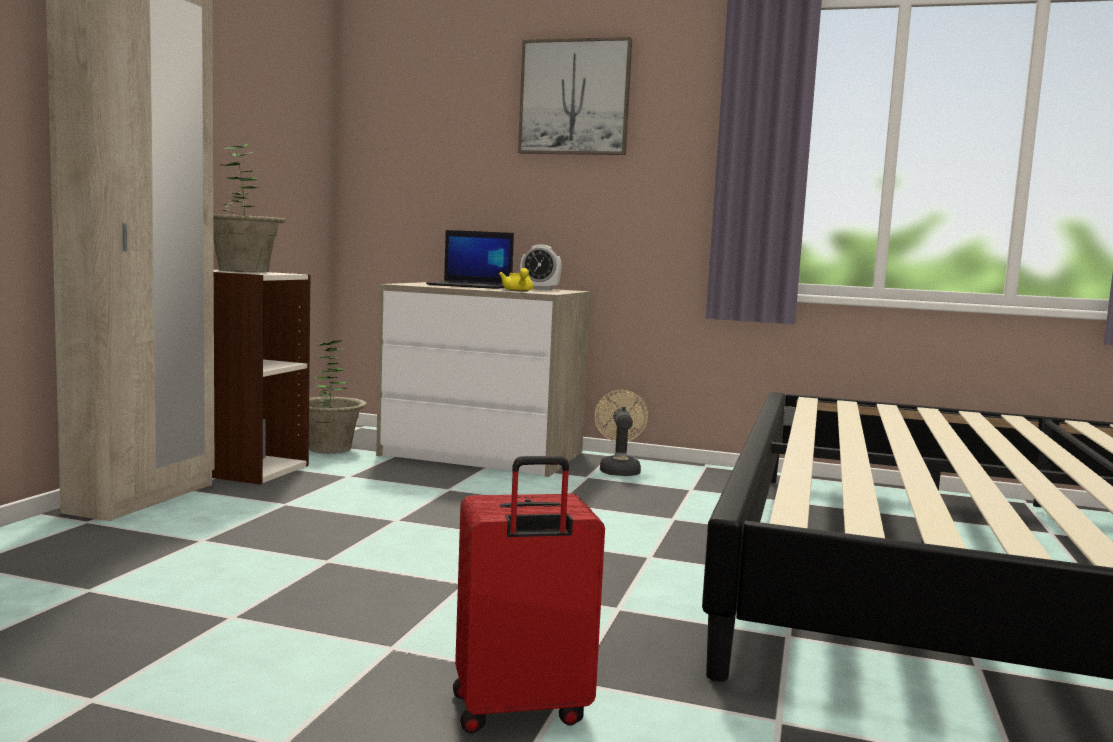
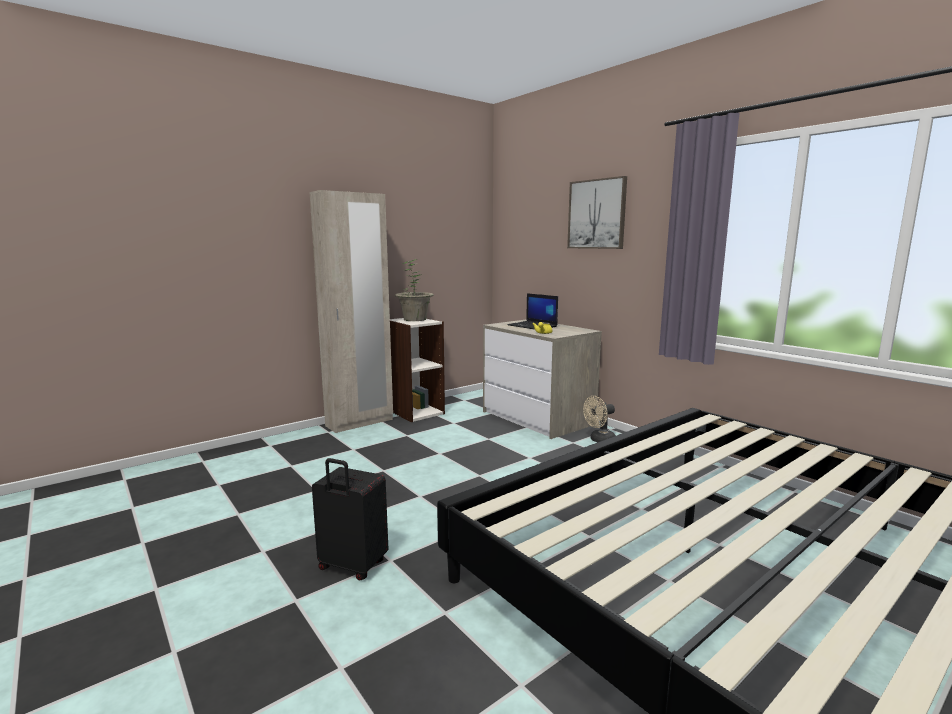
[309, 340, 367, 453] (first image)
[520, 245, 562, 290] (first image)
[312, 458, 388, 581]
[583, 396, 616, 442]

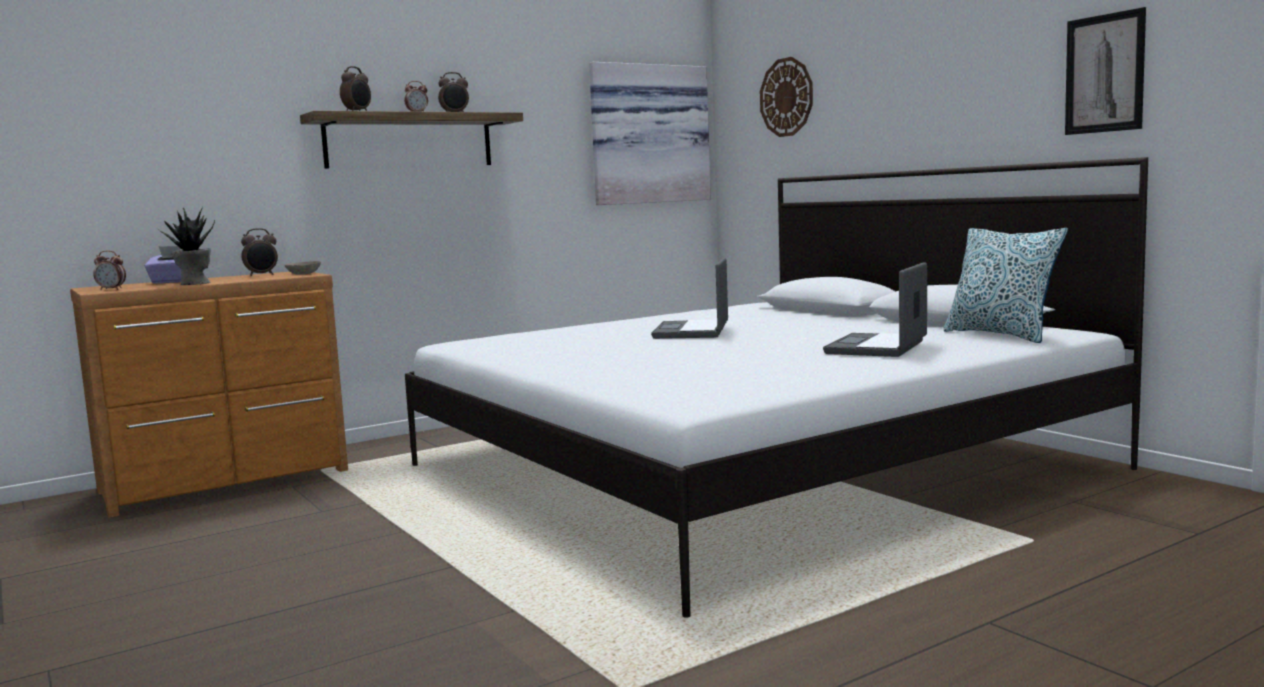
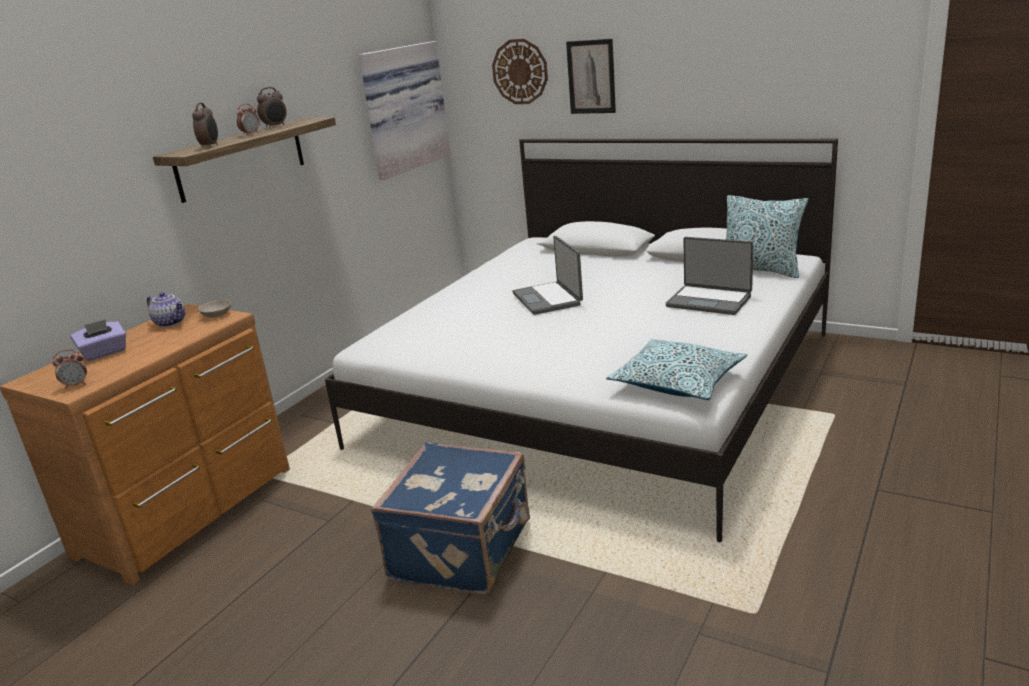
[158, 207, 215, 285] (first image)
[371, 442, 530, 595]
[606, 339, 747, 400]
[566, 39, 616, 114]
[147, 292, 185, 327]
[666, 237, 753, 315]

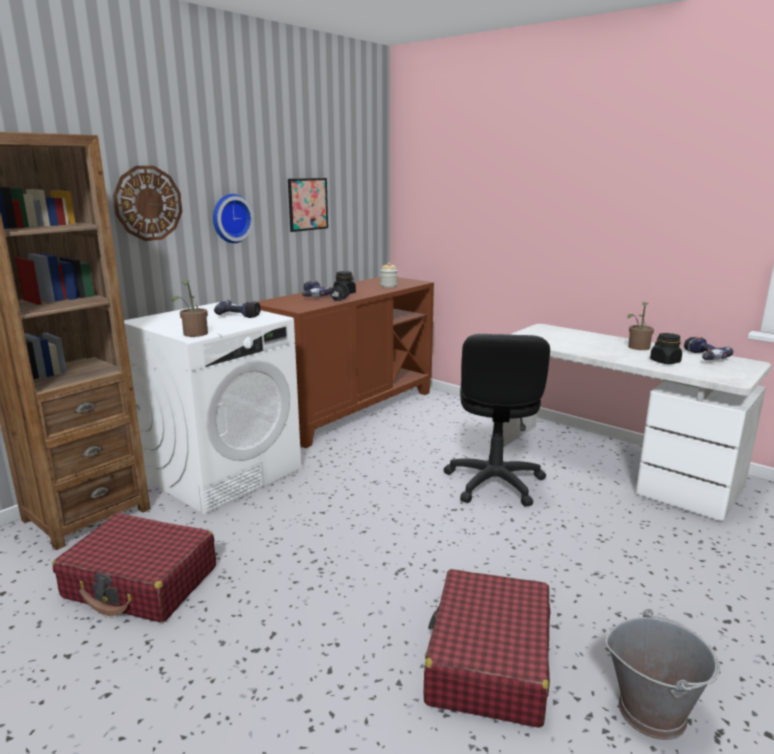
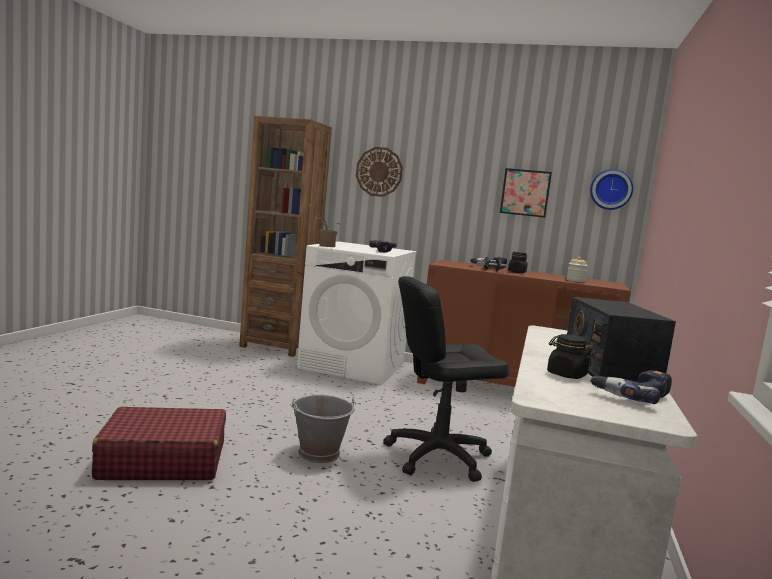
[53, 513, 216, 623] (first image)
[590, 169, 633, 210]
[291, 395, 356, 463]
[567, 297, 676, 382]

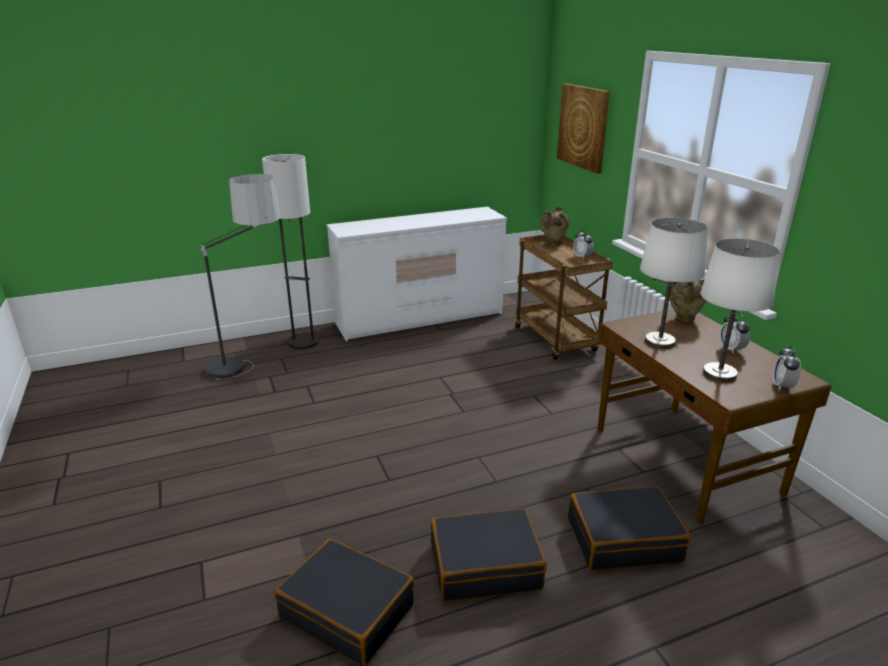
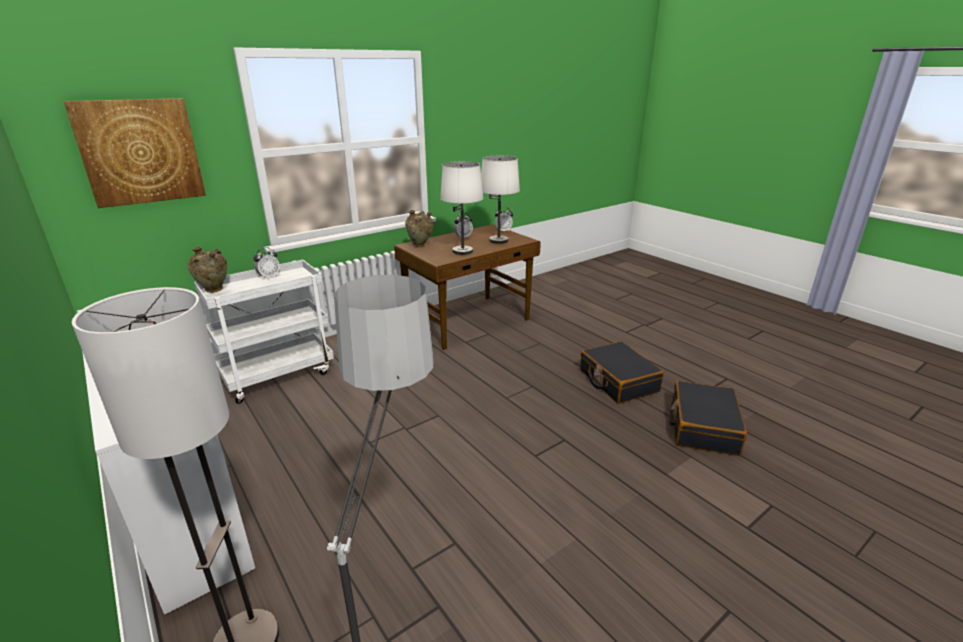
[568, 486, 691, 571] (first image)
[194, 260, 334, 404]

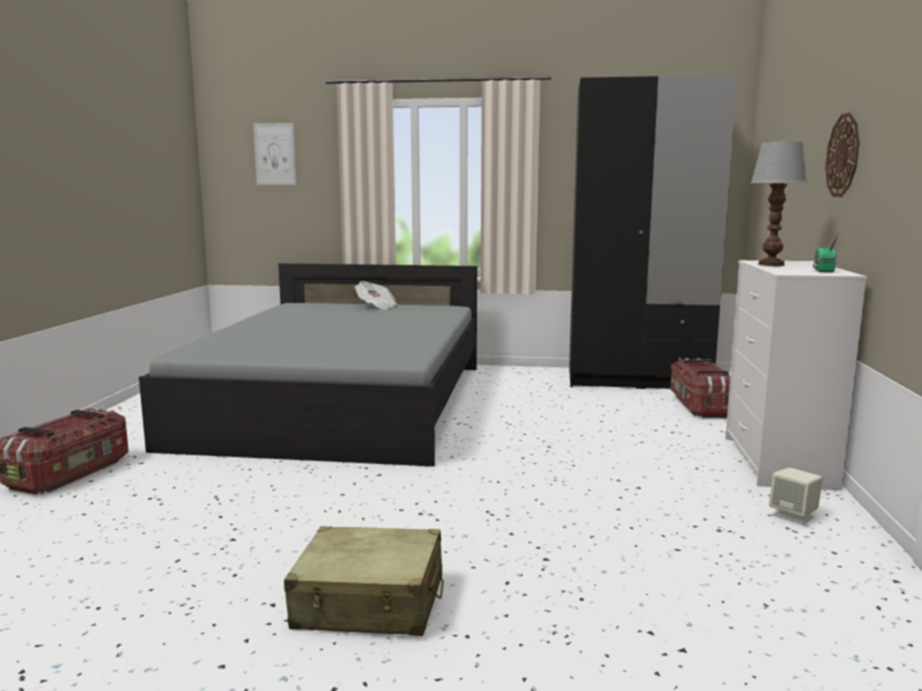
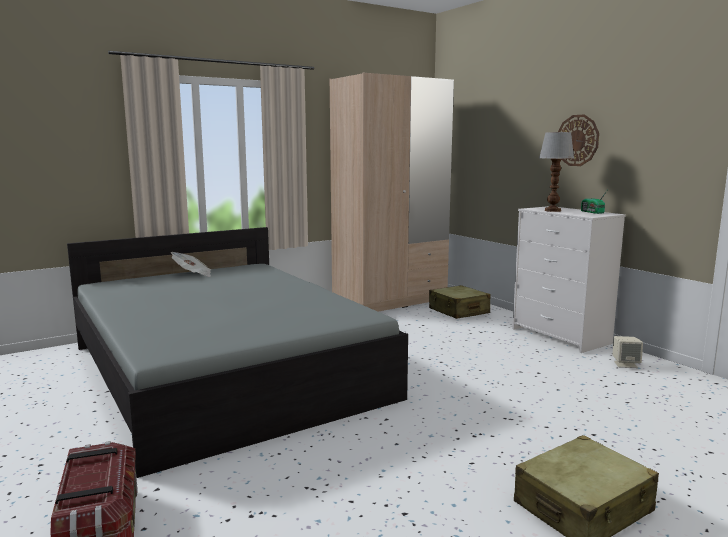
[253, 123, 296, 185] (first image)
[429, 285, 491, 319]
[330, 73, 454, 312]

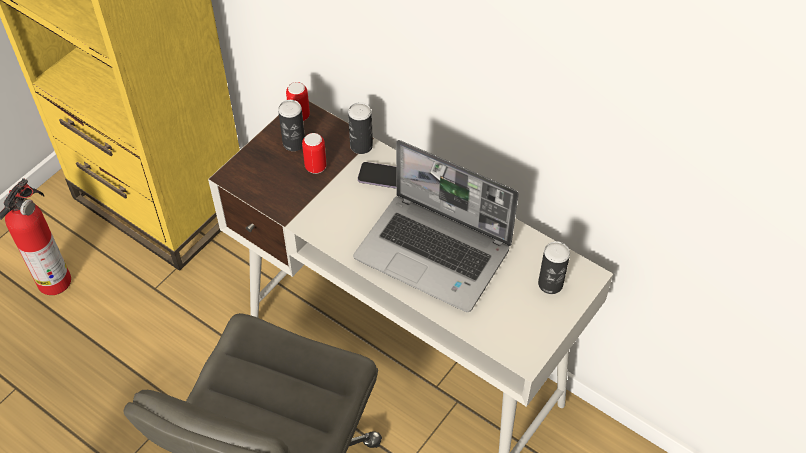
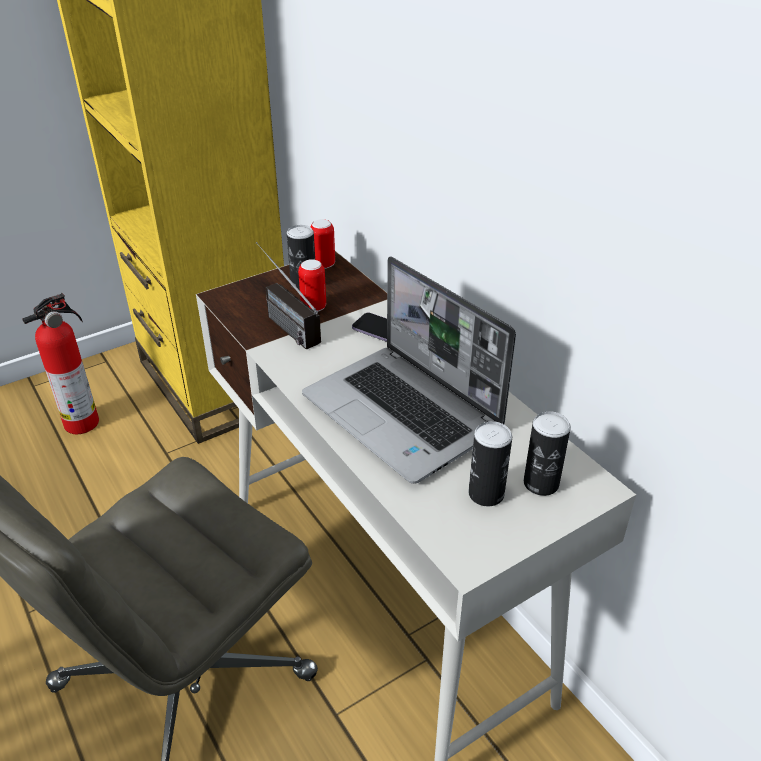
[256, 242, 321, 350]
[468, 421, 512, 506]

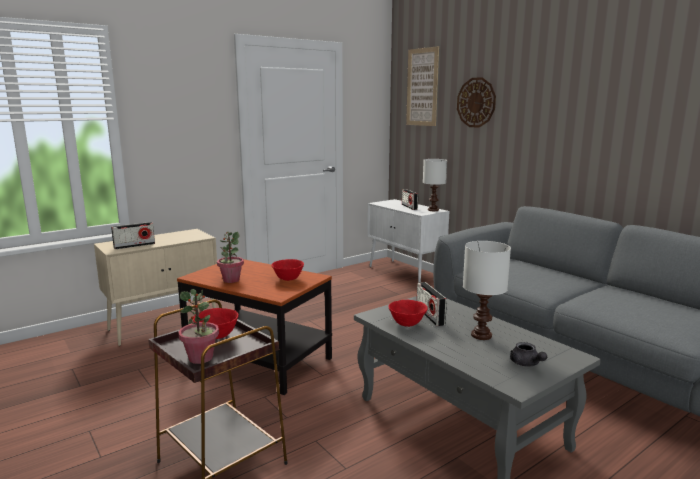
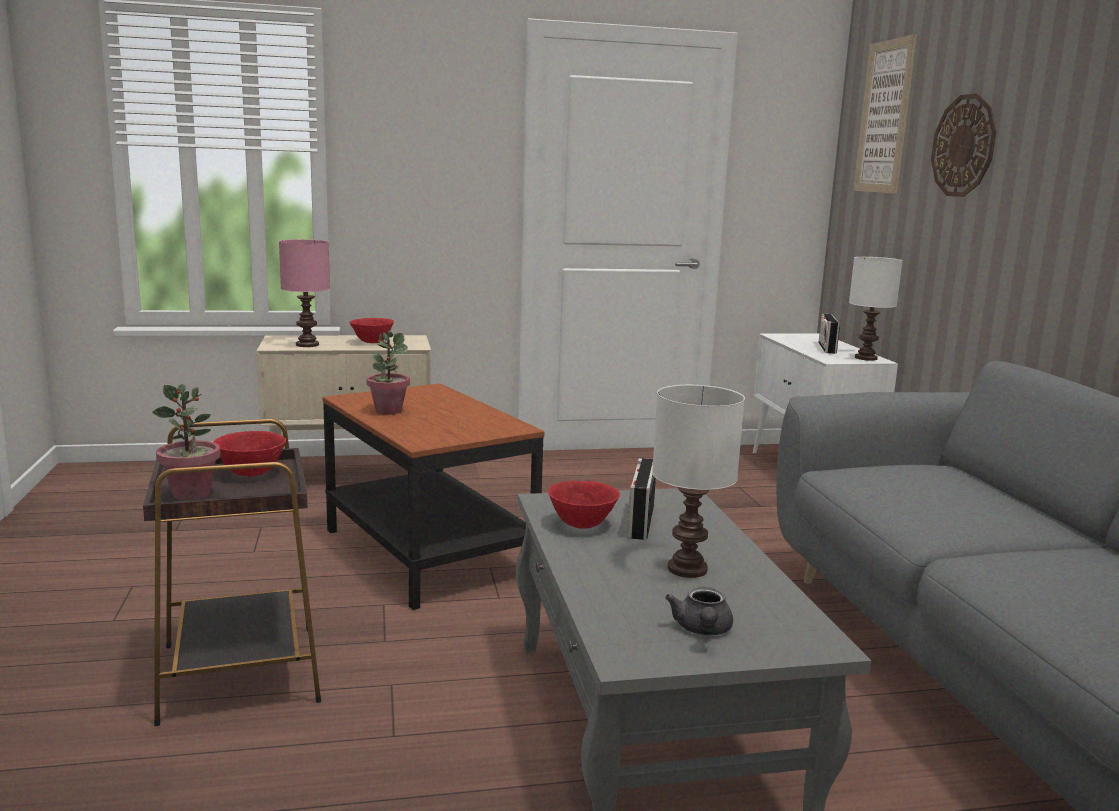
[350, 318, 394, 343]
[279, 239, 330, 347]

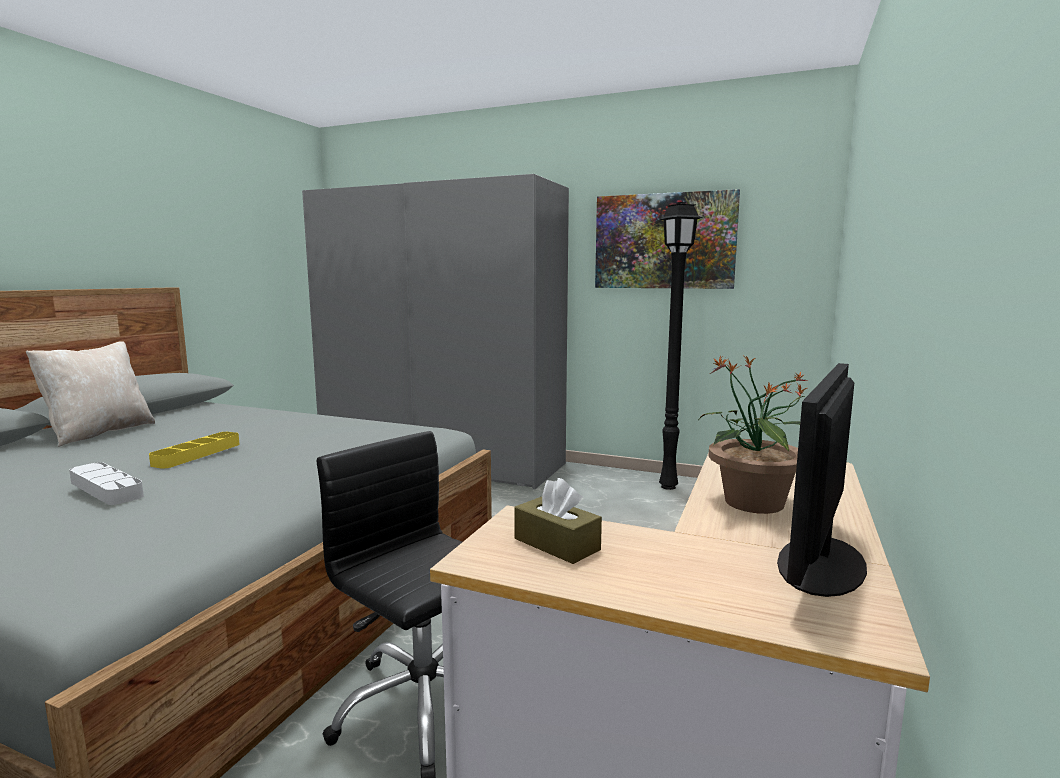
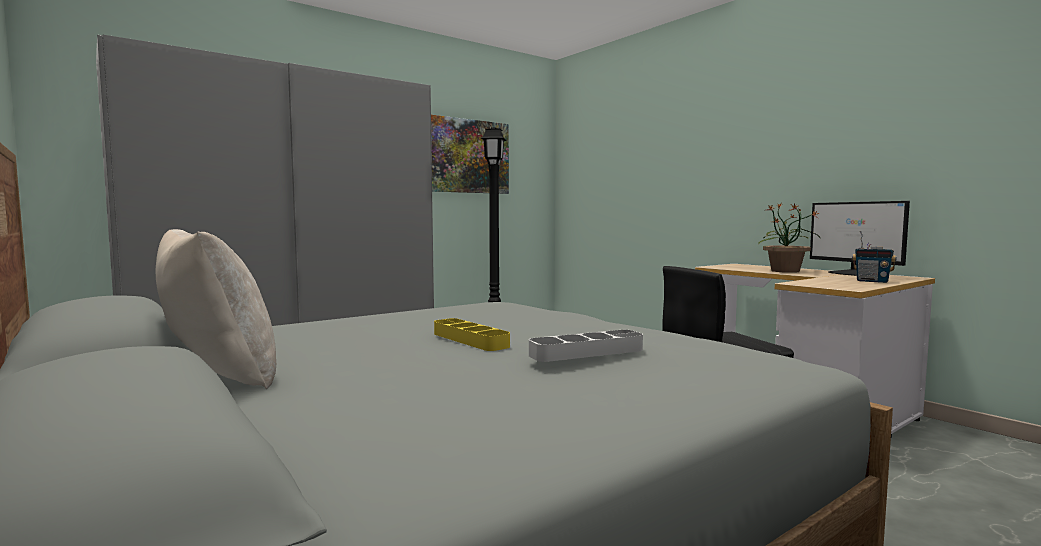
[514, 478, 602, 564] (first image)
[852, 231, 897, 283]

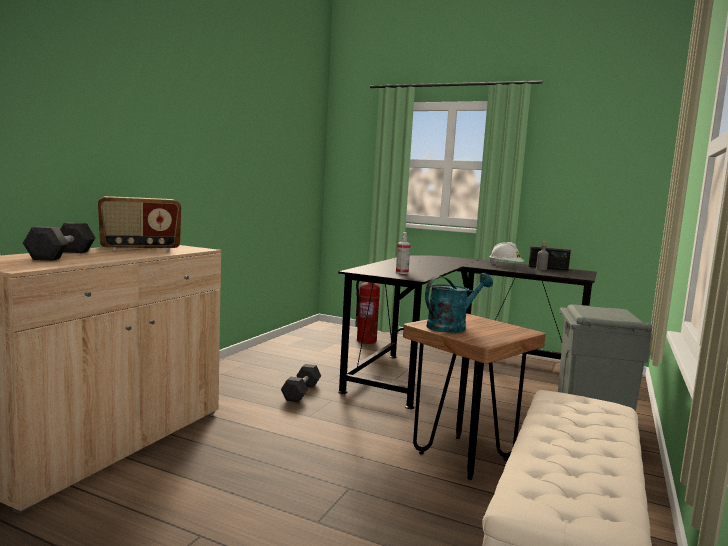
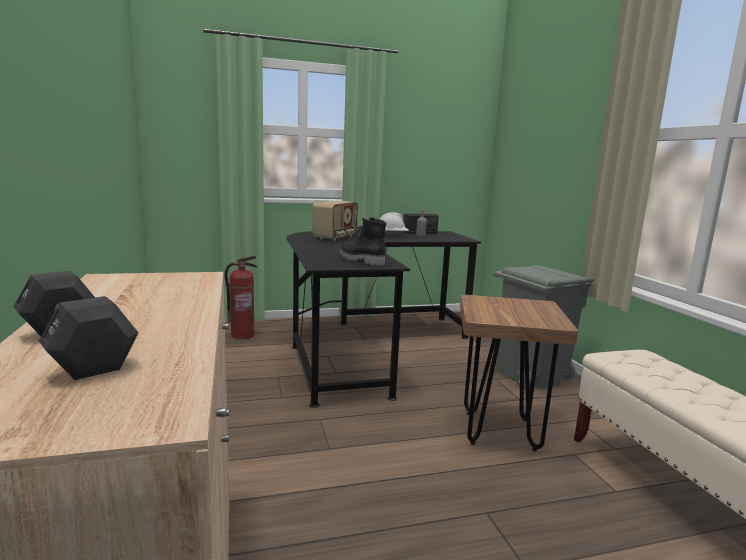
[281, 364, 321, 402] (first image)
[425, 273, 493, 333] (first image)
[312, 201, 358, 241]
[340, 217, 386, 266]

